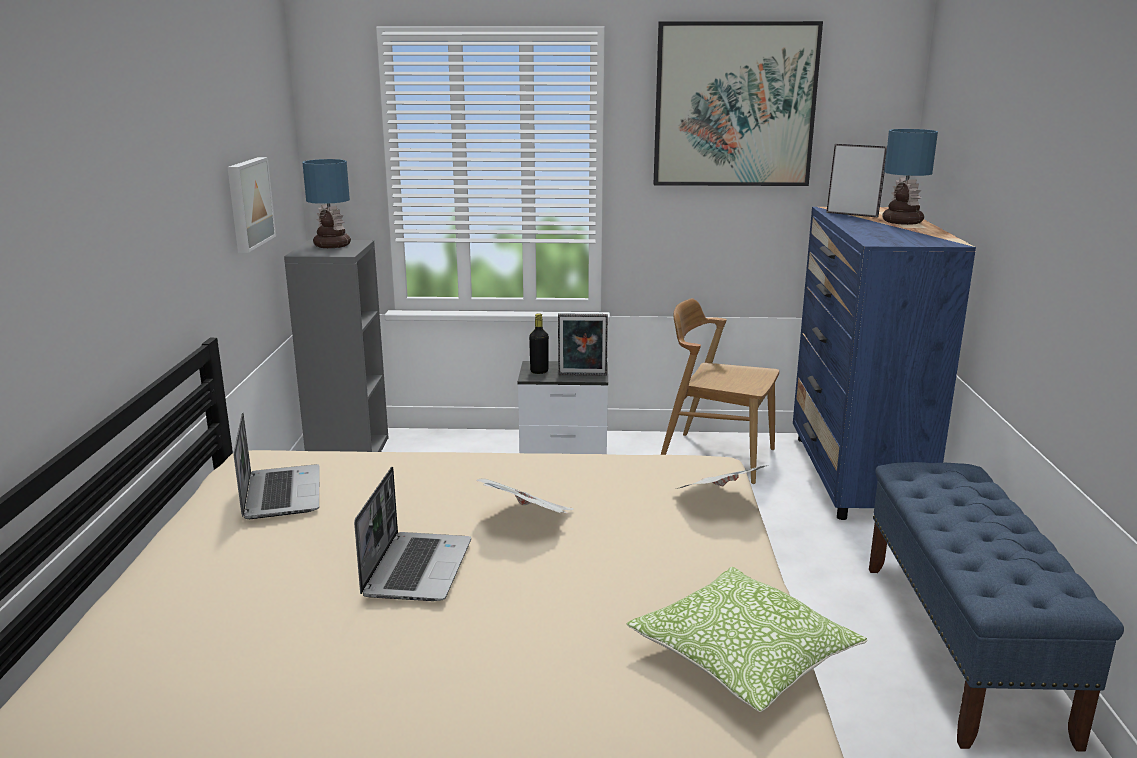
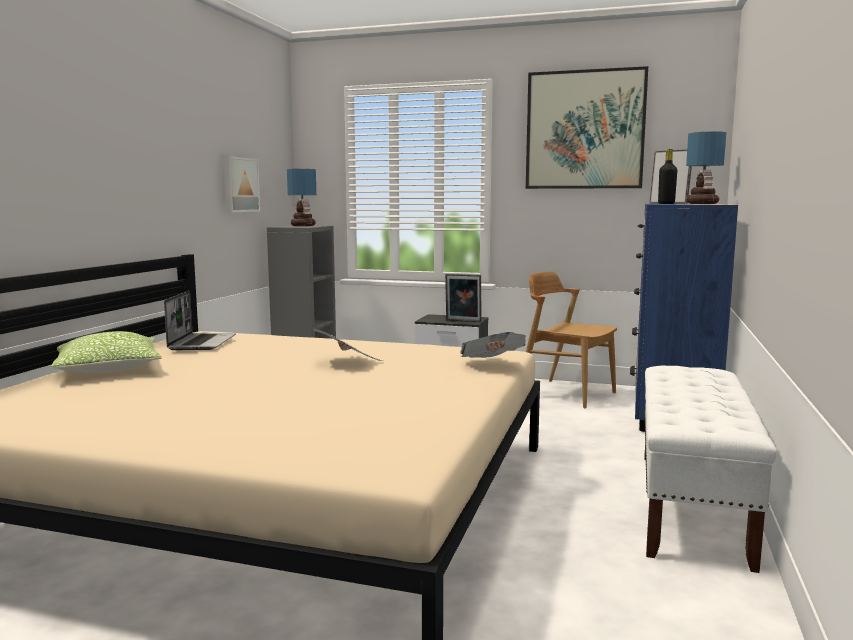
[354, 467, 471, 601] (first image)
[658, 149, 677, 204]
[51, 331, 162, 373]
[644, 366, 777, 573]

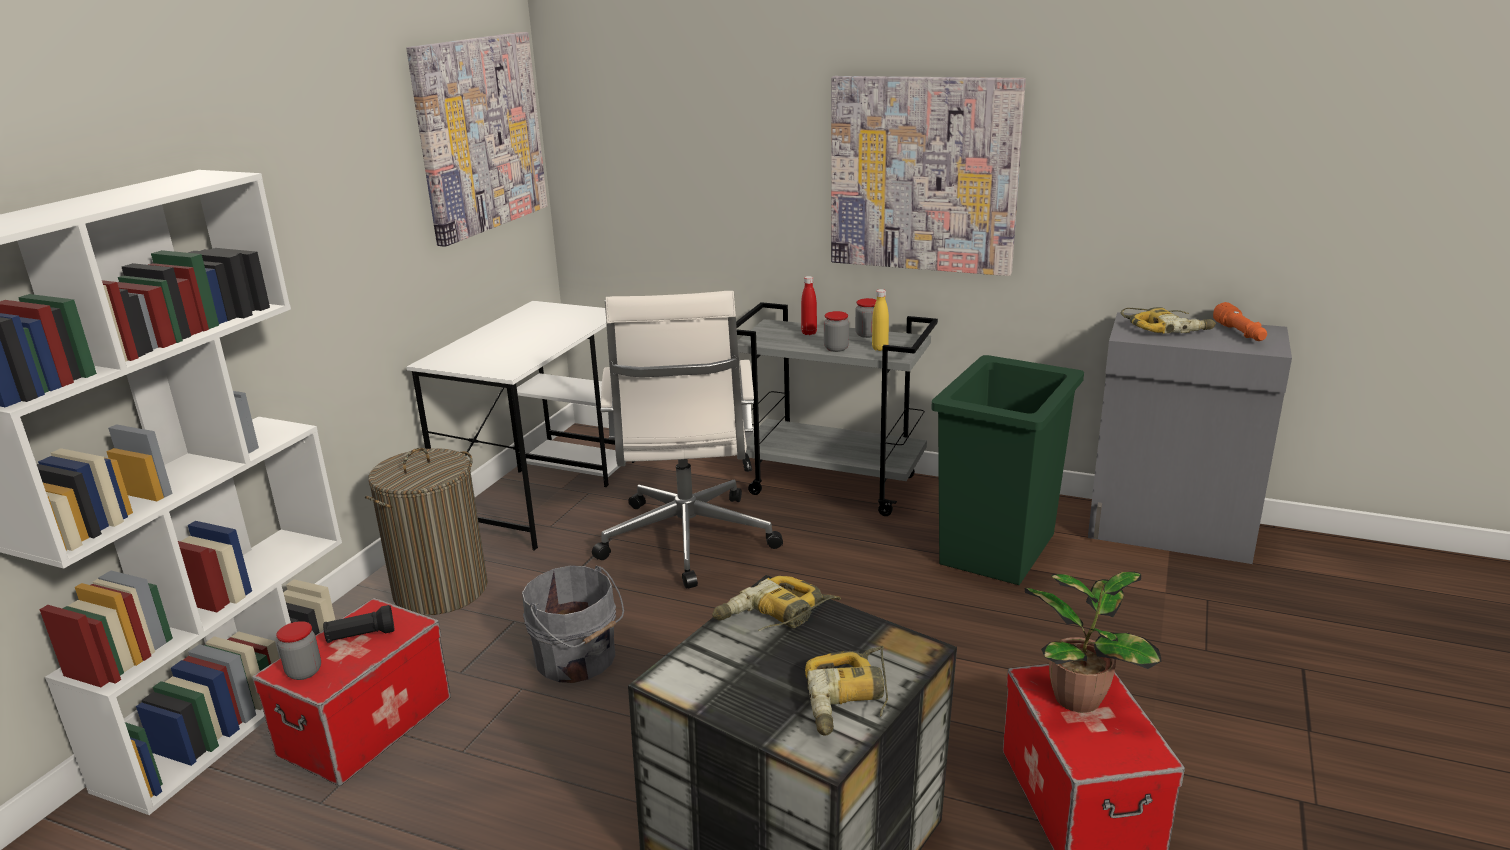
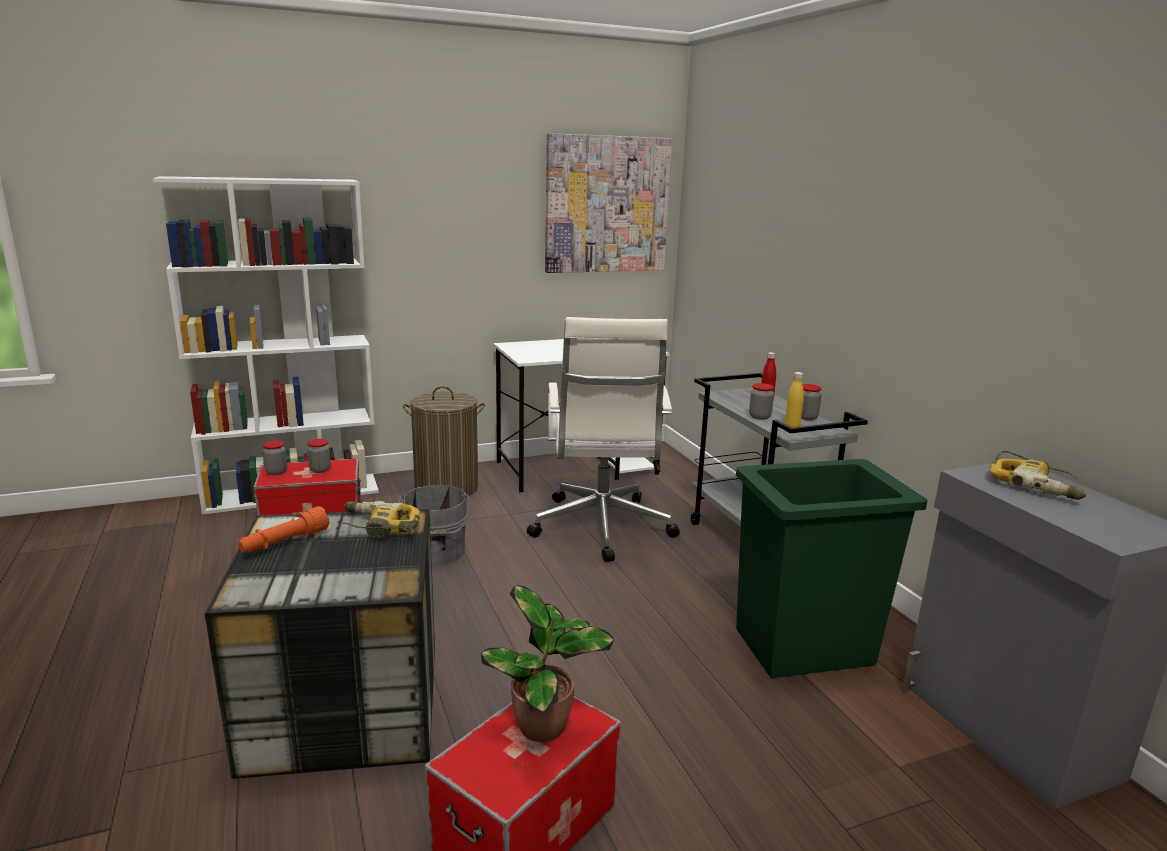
[805, 646, 888, 736] (first image)
[831, 76, 1026, 276] (first image)
[238, 506, 329, 553]
[307, 439, 331, 473]
[527, 317, 680, 562]

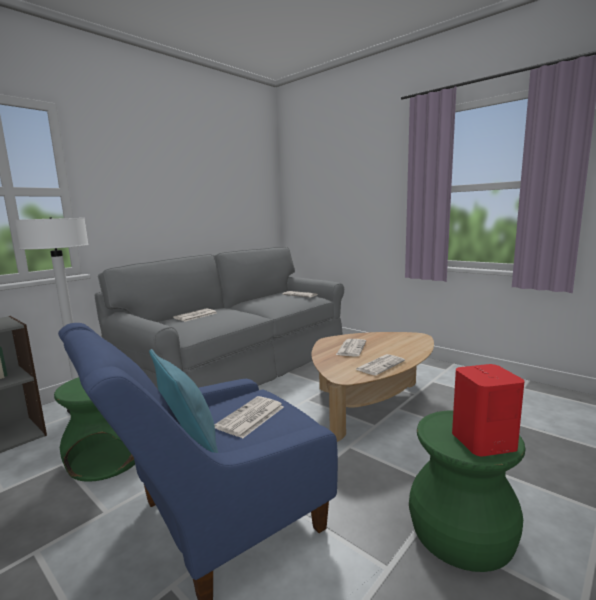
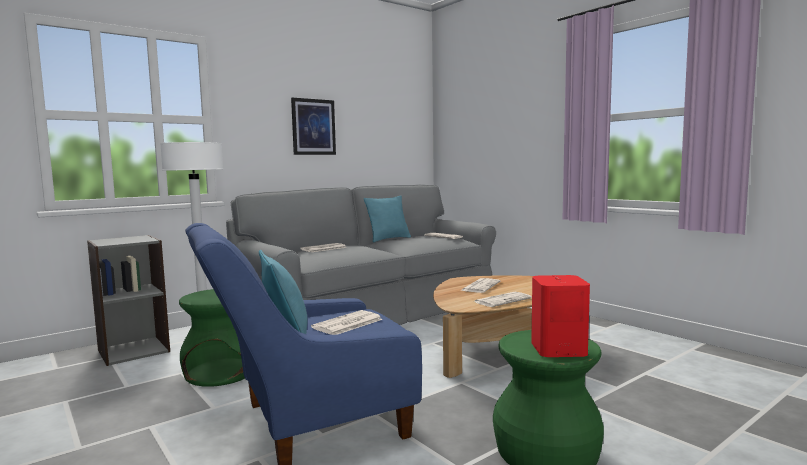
[291, 98, 336, 155]
[364, 195, 411, 242]

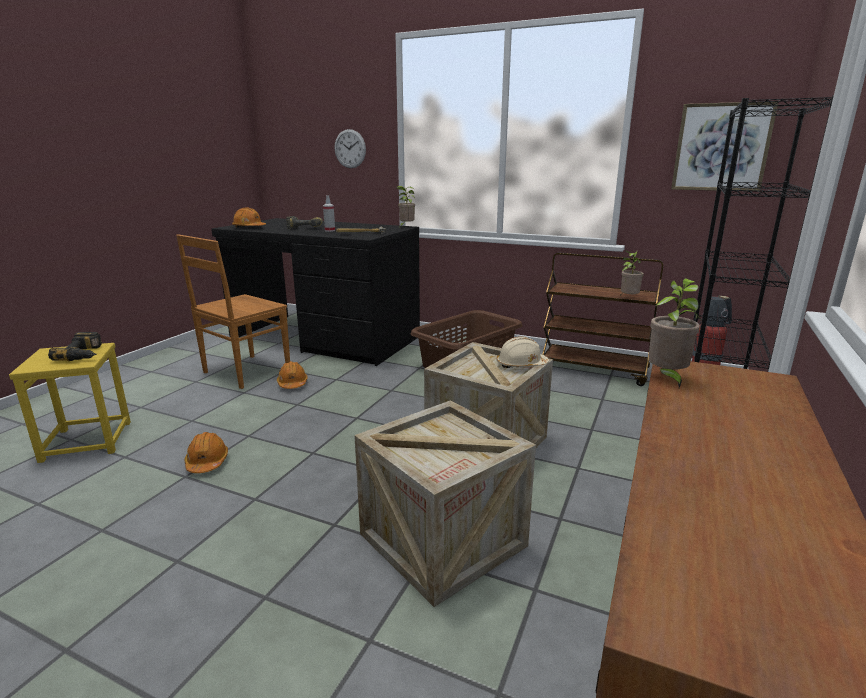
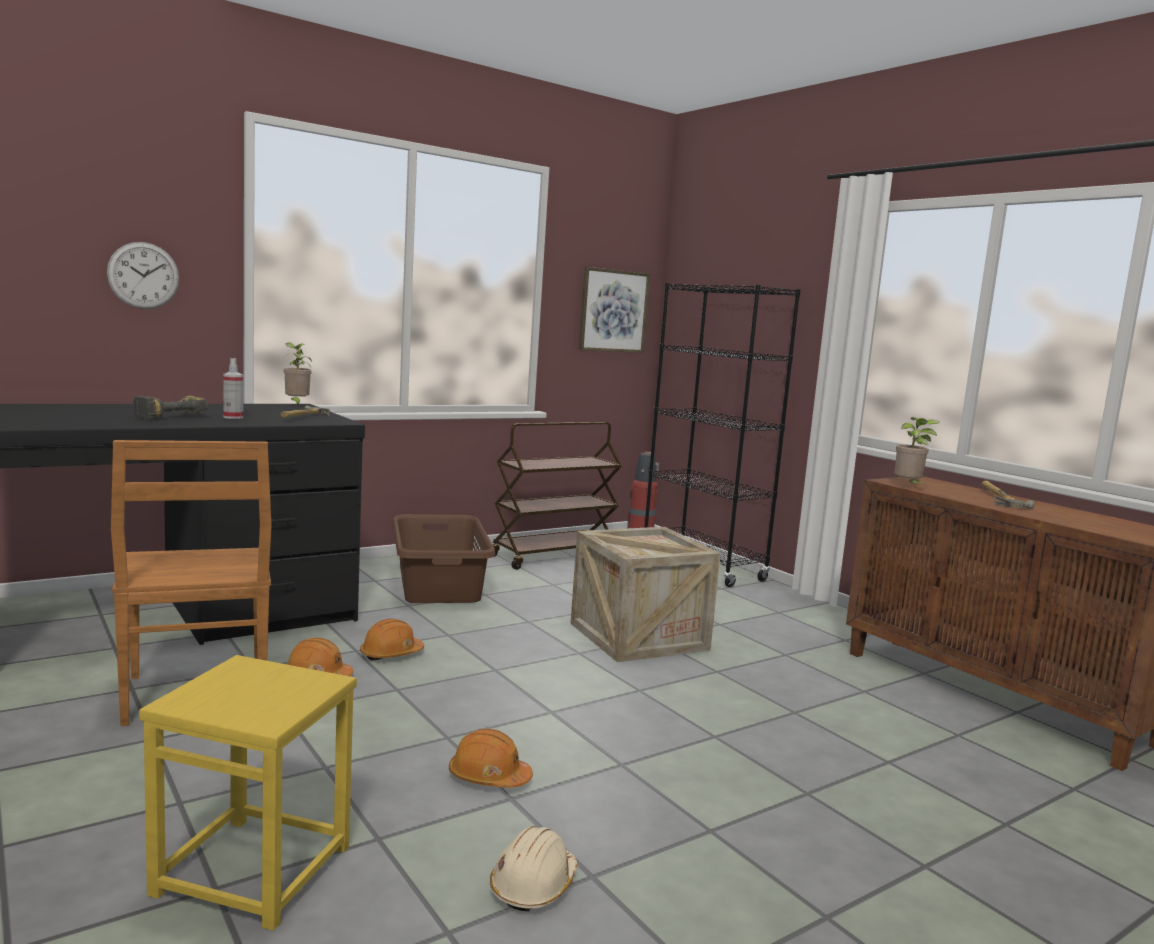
[48, 332, 102, 361] (first image)
[354, 400, 536, 607] (first image)
[620, 251, 644, 296] (first image)
[981, 481, 1034, 509]
[360, 619, 424, 661]
[490, 826, 577, 912]

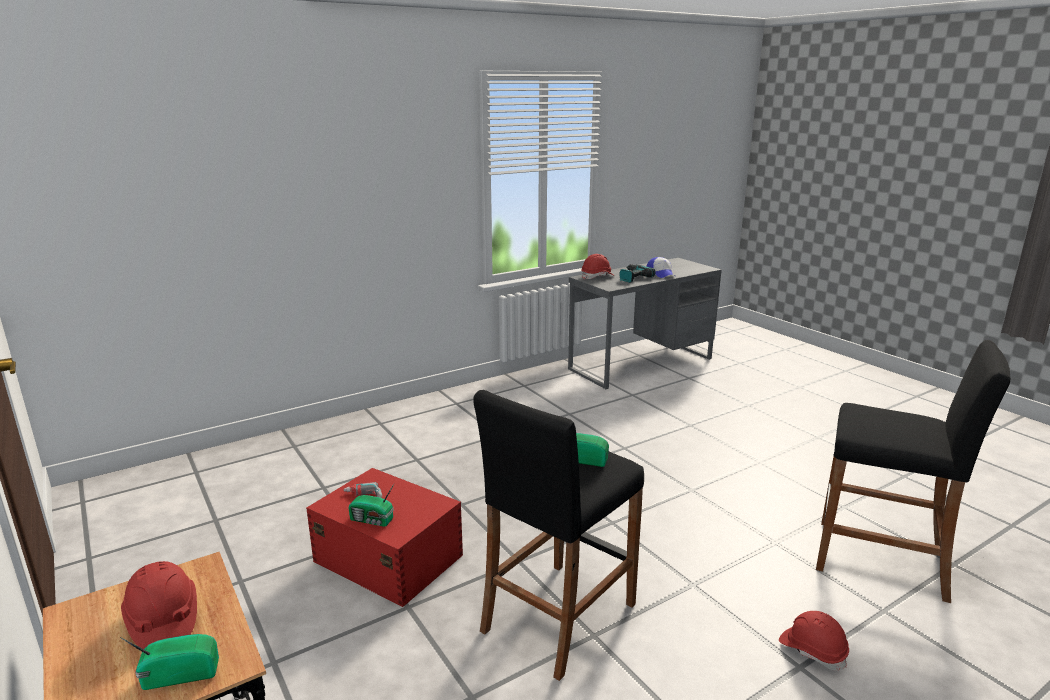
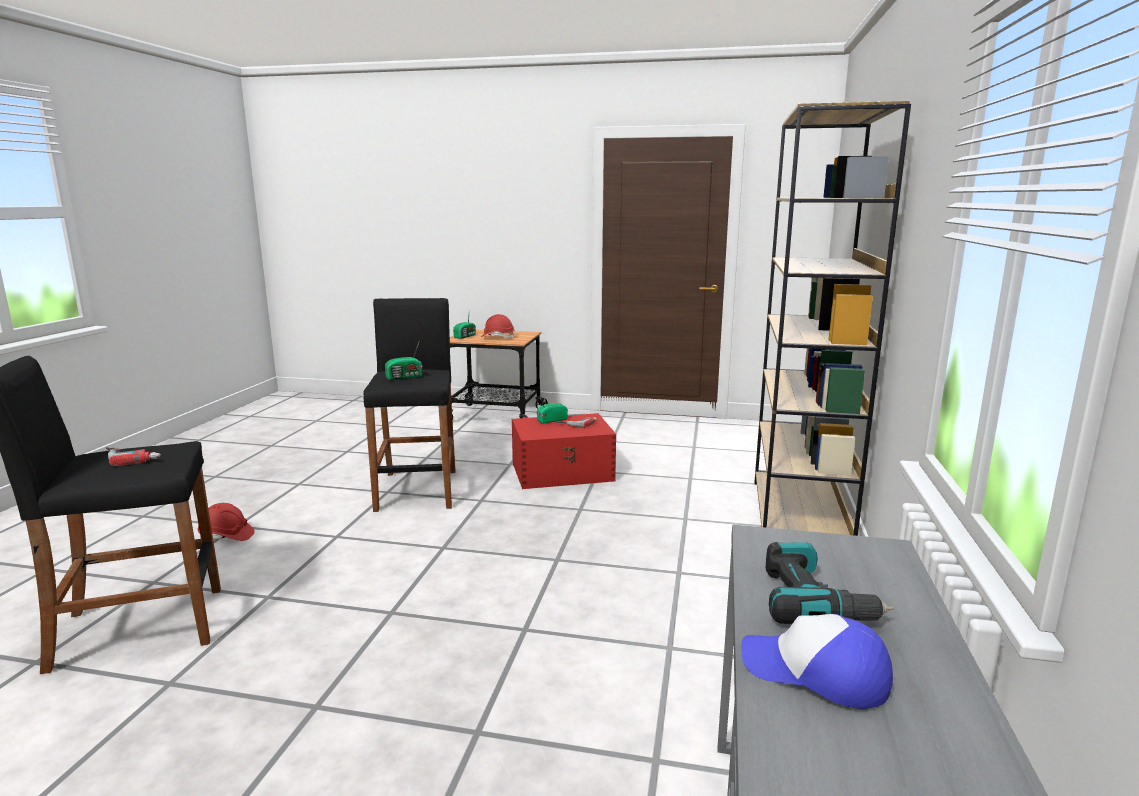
[581, 254, 613, 279] (first image)
[106, 447, 161, 466]
[754, 101, 911, 536]

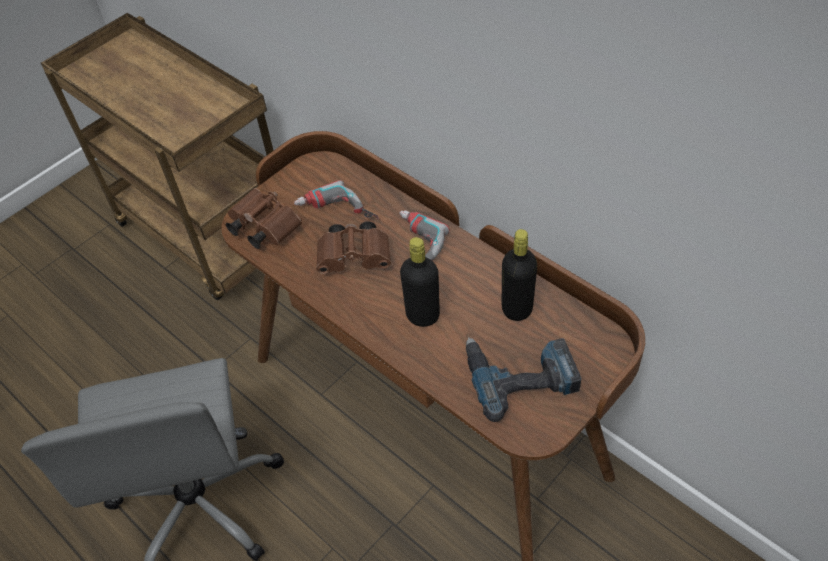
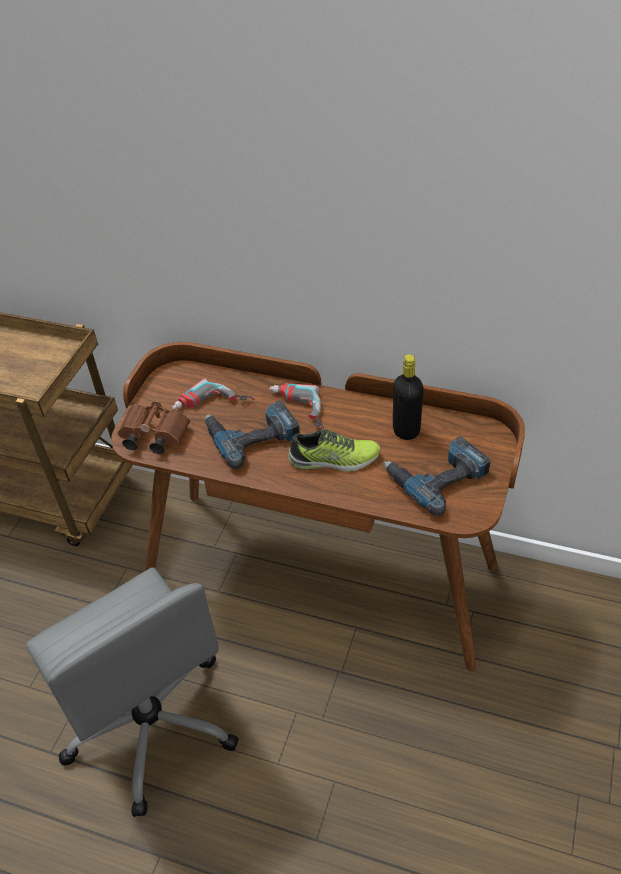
[205, 400, 300, 469]
[288, 429, 380, 472]

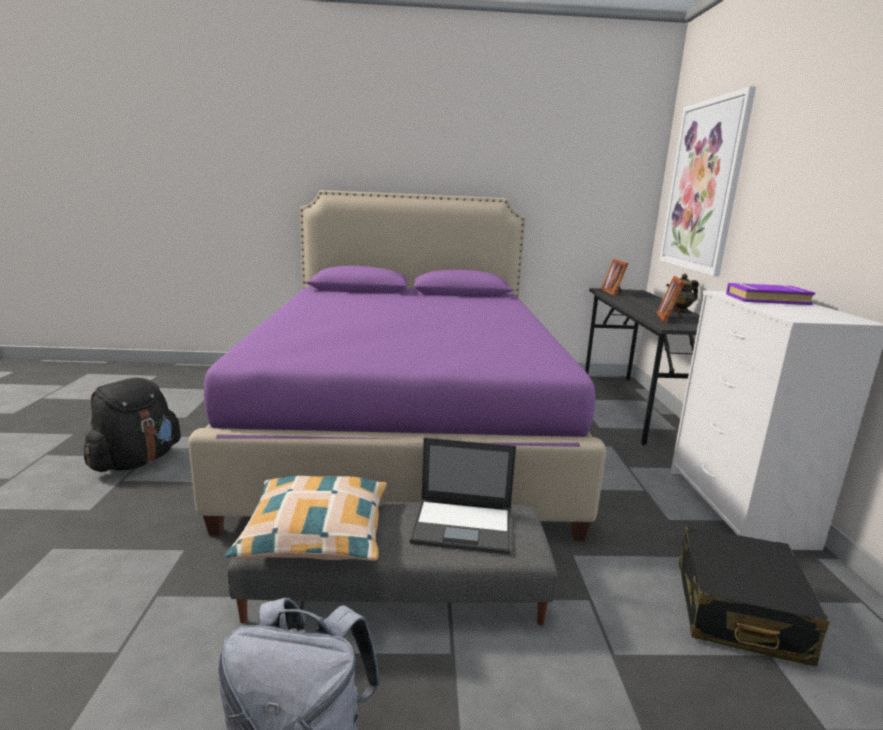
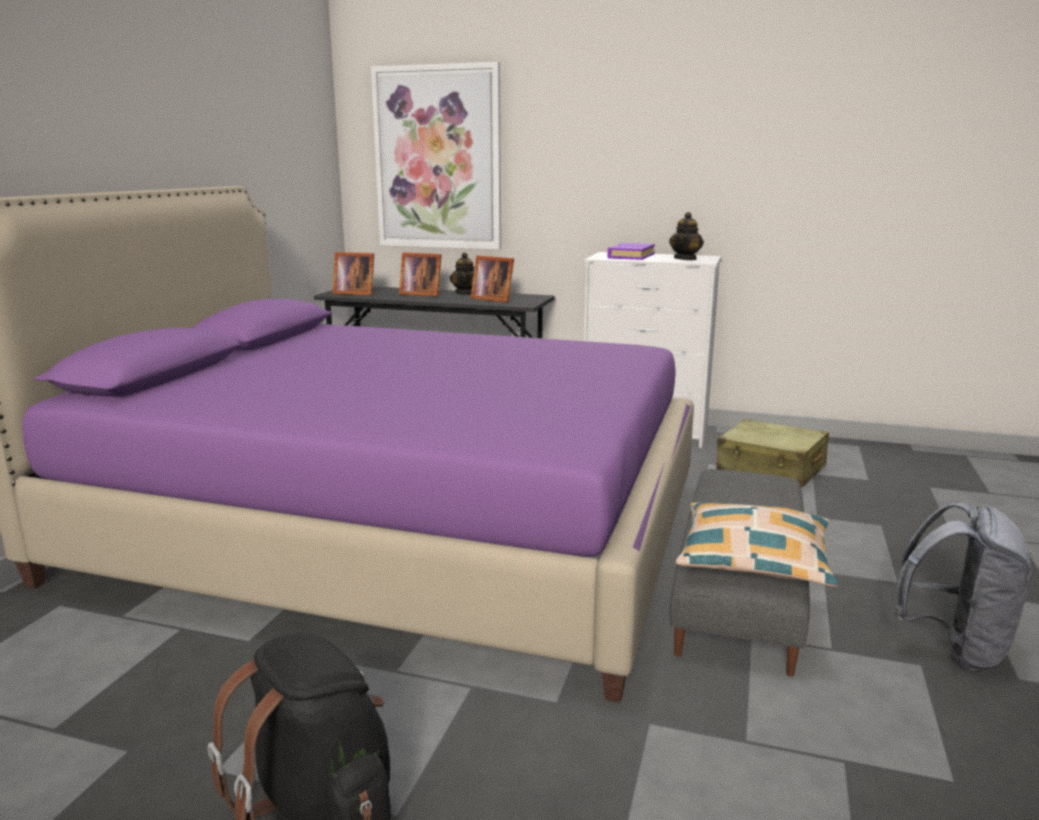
[410, 438, 516, 555] (first image)
[399, 252, 441, 297]
[669, 212, 704, 260]
[716, 419, 829, 488]

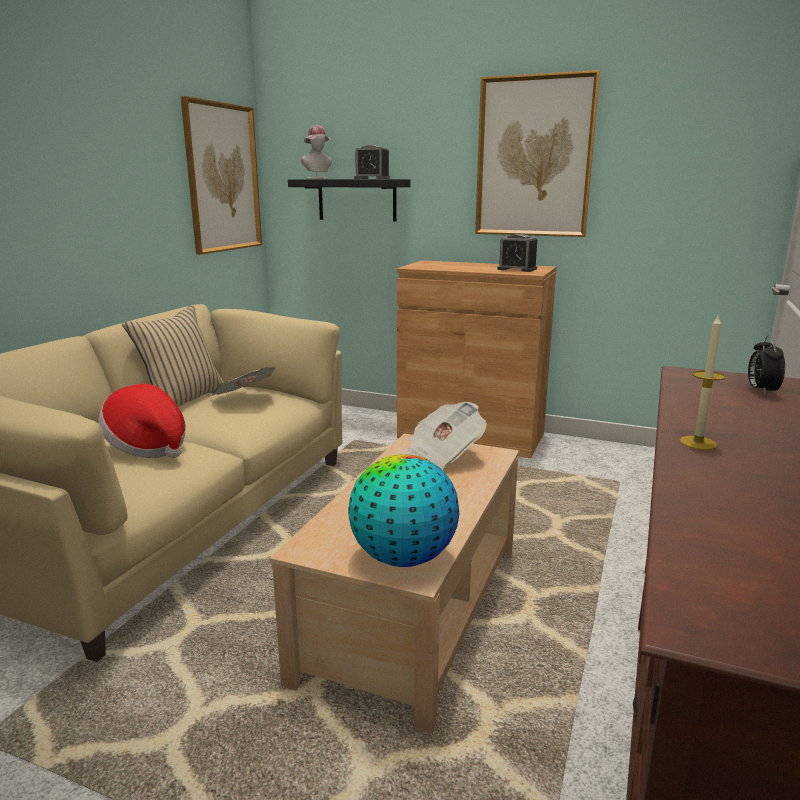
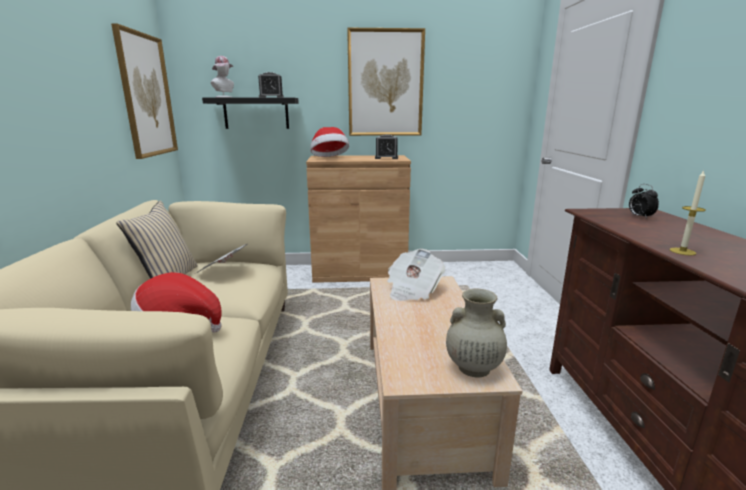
[310, 127, 349, 157]
[446, 288, 507, 378]

